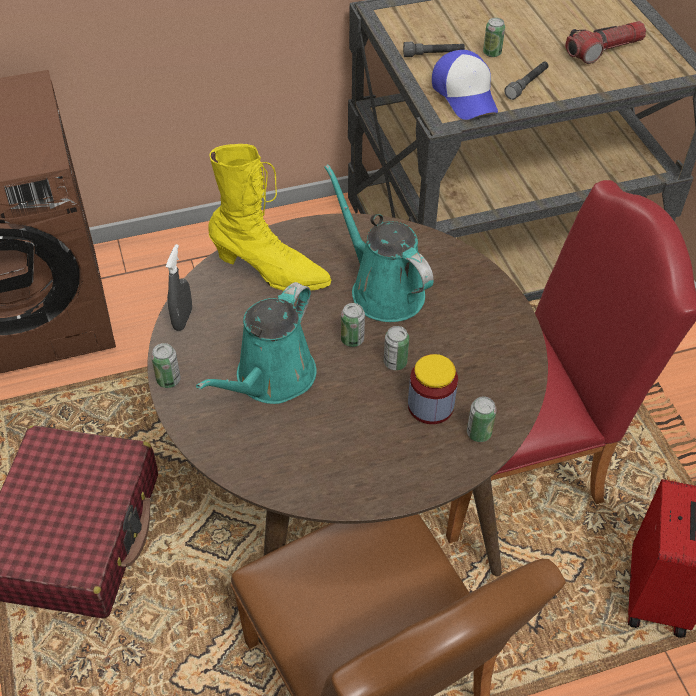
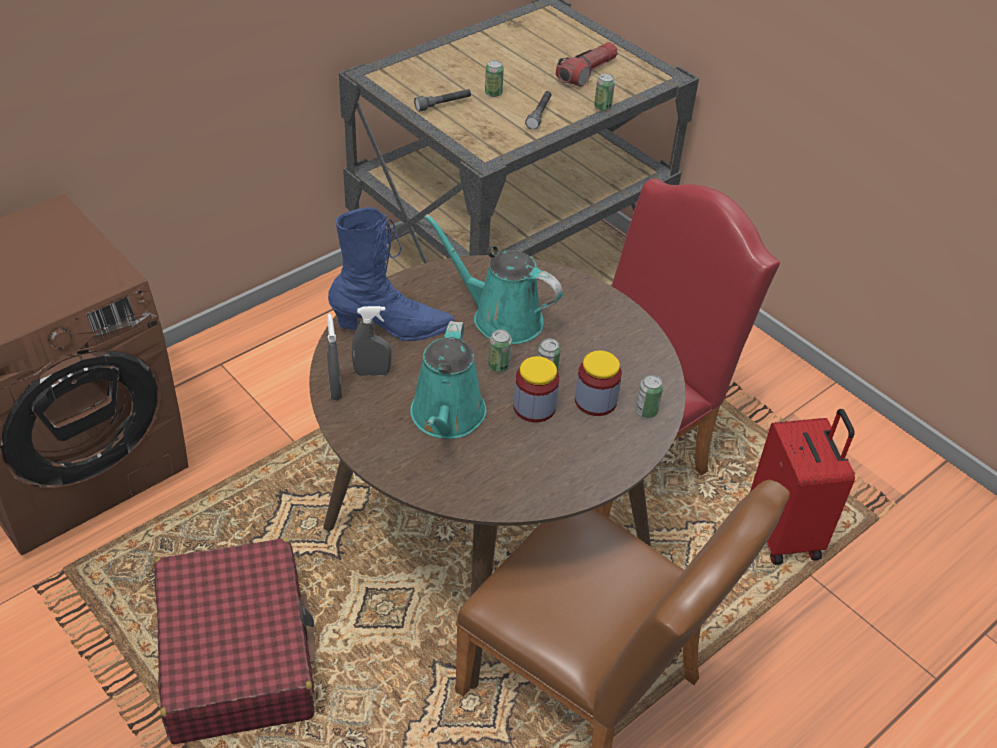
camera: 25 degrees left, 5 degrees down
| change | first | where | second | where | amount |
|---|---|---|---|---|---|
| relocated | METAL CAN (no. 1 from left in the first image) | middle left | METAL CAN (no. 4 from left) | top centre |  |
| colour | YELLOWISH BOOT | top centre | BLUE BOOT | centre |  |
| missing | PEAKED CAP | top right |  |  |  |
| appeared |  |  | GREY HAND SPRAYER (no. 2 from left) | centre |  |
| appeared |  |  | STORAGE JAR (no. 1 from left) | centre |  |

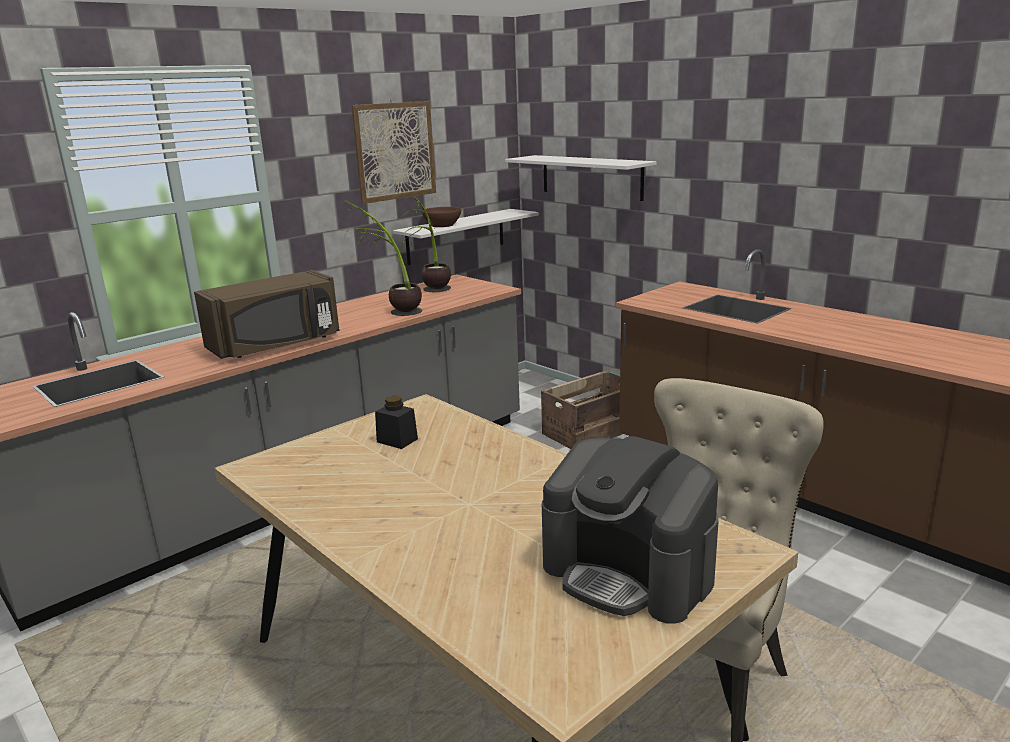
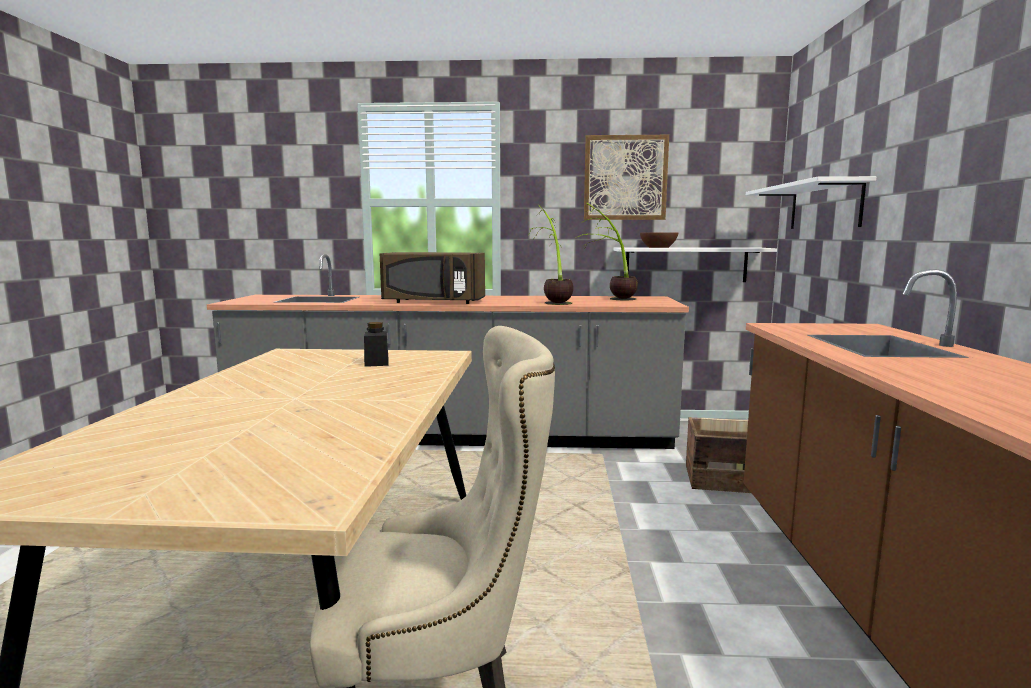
camera: 45 degrees right, 10 degrees down
| change | first | where | second | where | amount |
|---|---|---|---|---|---|
| missing | COFFEE MAKER | bottom centre |  |  |  |

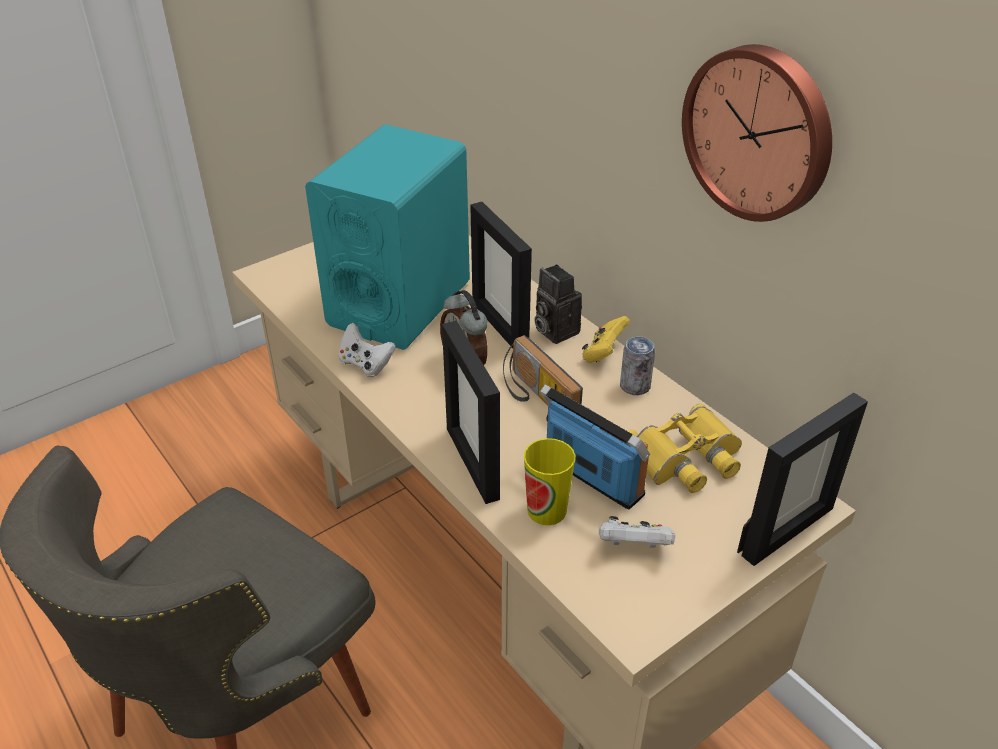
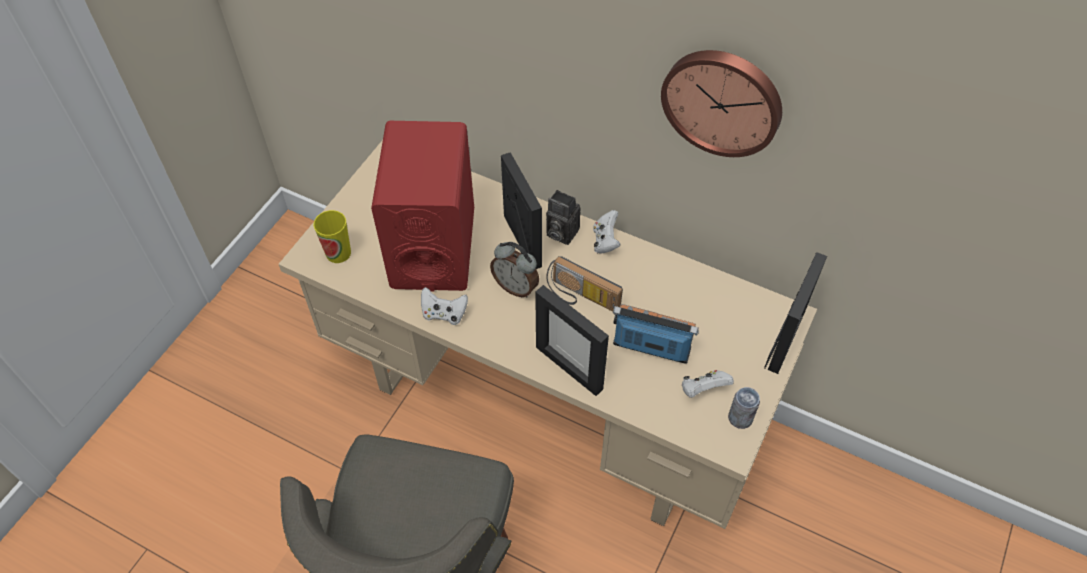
camera: 25 degrees left, 15 degrees up
| change | first | where | second | where | amount |
|---|---|---|---|---|---|
| colour | TURQUOISE-COLOURED LOUDSPEAKER | top centre | REDDISH LOUDSPEAKER | centre |  |
| spun | PICTURE FRAME (no. 2 from left in the first image) | centre | PICTURE FRAME (no. 1 from left) | centre | 150 degrees counterclockwise |
| relocated | DRINKING CUP | centre |  | middle left |  |
| colour | YELLOWISH JOYPAD | centre | WHITISH JOYPAD (no. 2 from left) | centre |  |
| relocated | METAL CAN | centre |  | bottom right |  |
| missing | YELLOWISH FIELD GLASSES | middle right |  |  |  |

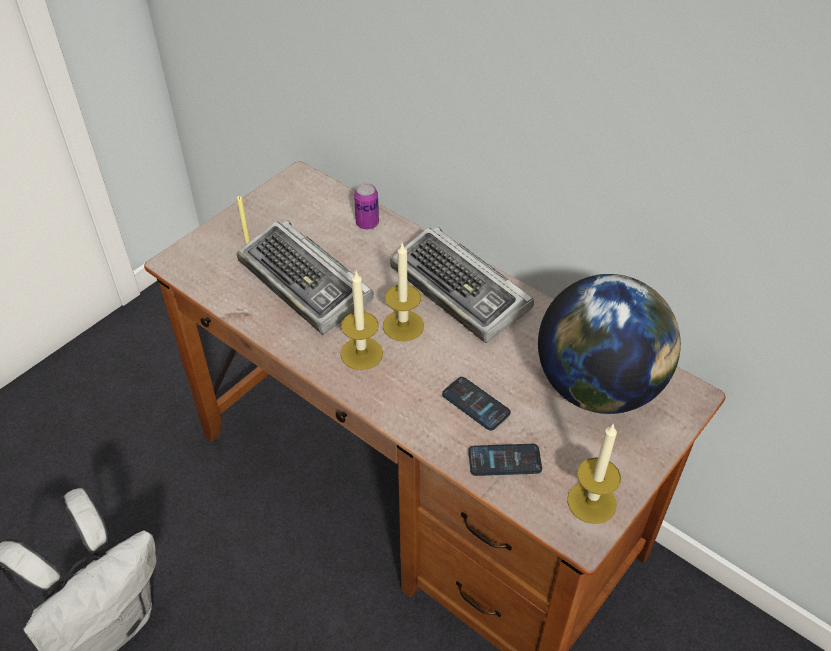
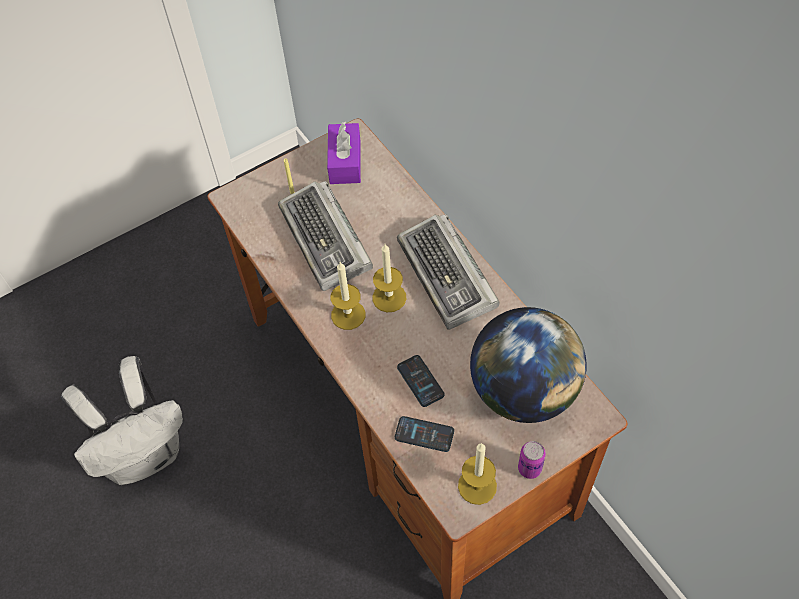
camera: 20 degrees right, 10 degrees up
| change | first | where | second | where | amount |
|---|---|---|---|---|---|
| relocated | METAL CAN | top centre |  | bottom centre |  |
| appeared |  |  | PURPLISH BOX OF TISSUES | top centre |  |

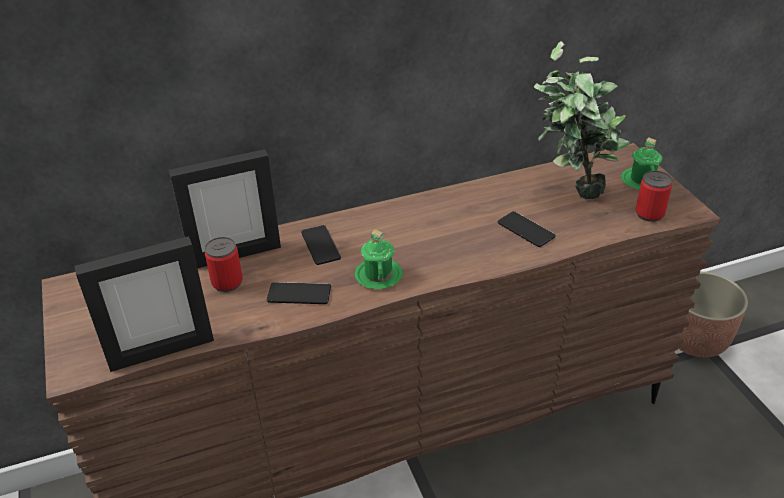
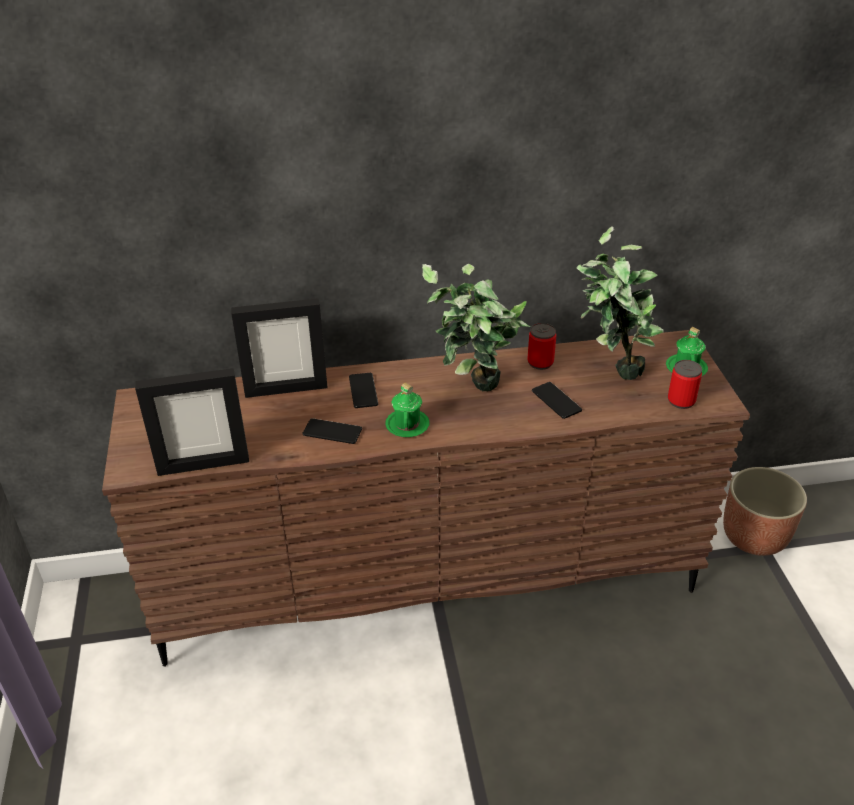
camera: 10 degrees right, 0 degrees up
| change | first | where | second | where | amount |
|---|---|---|---|---|---|
| relocated | METAL CAN (no. 1 from left) | middle left |  | centre |  |
| appeared |  |  | PLANT IN A POT (no. 1 from left) | centre |  |

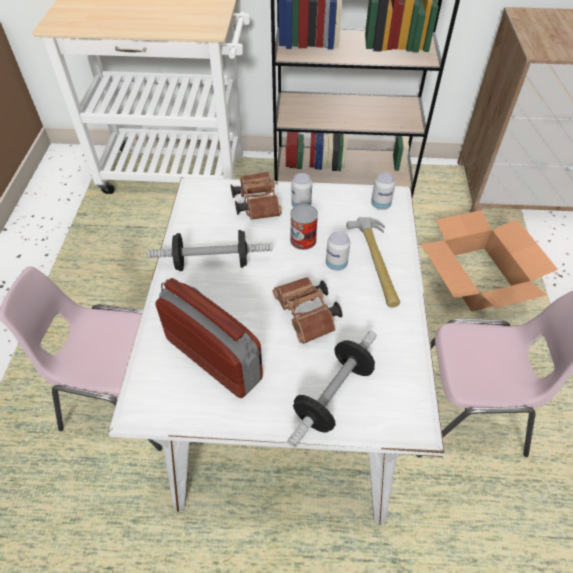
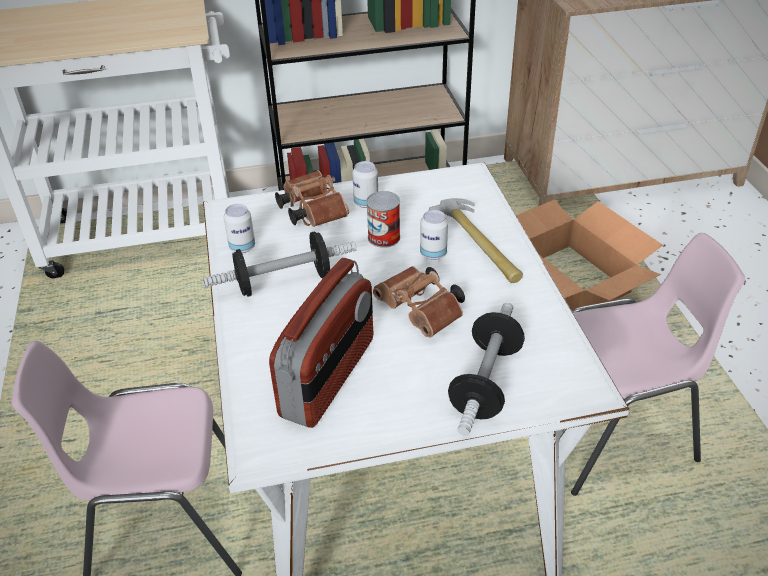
camera: 15 degrees left, 10 degrees down
| change | first | where | second | where | amount |
|---|---|---|---|---|---|
| spun | RADIO RECEIVER | centre |  | centre | 90 degrees clockwise |
| relocated | METAL CAN (no. 4 from left in the first image) | middle right | METAL CAN (no. 1 from left) | middle left |  |

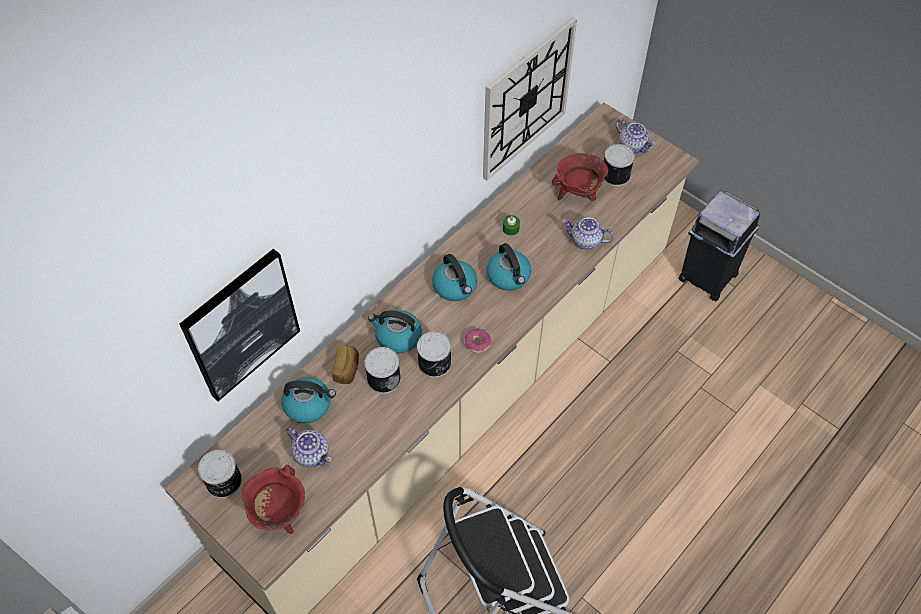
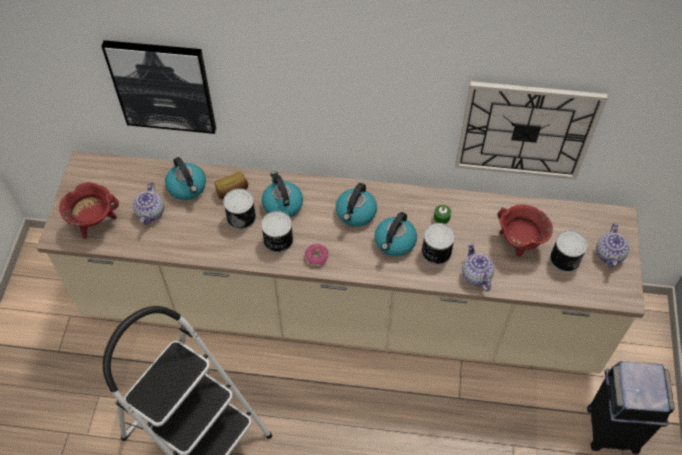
camera: 55 degrees right, 0 degrees up
| change | first | where | second | where | amount |
|---|---|---|---|---|---|
| relocated | METAL CAN (no. 1 from left in the first image) | bottom left | METAL CAN (no. 3 from left) | centre |  |

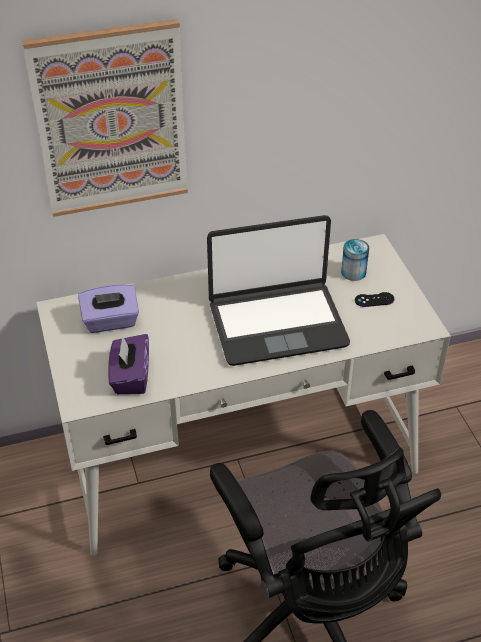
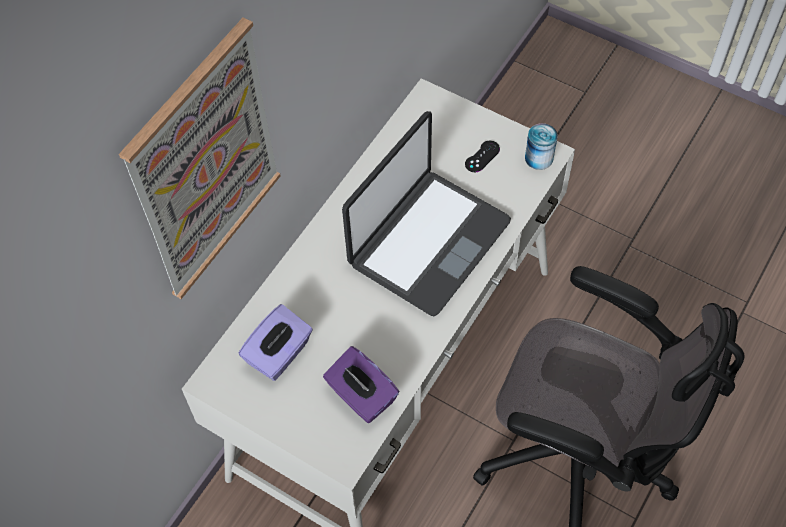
camera: 40 degrees left, 15 degrees up
| change | first | where | second | where | amount |
|---|---|---|---|---|---|
| relocated | METAL CAN | middle right |  | top right |  |

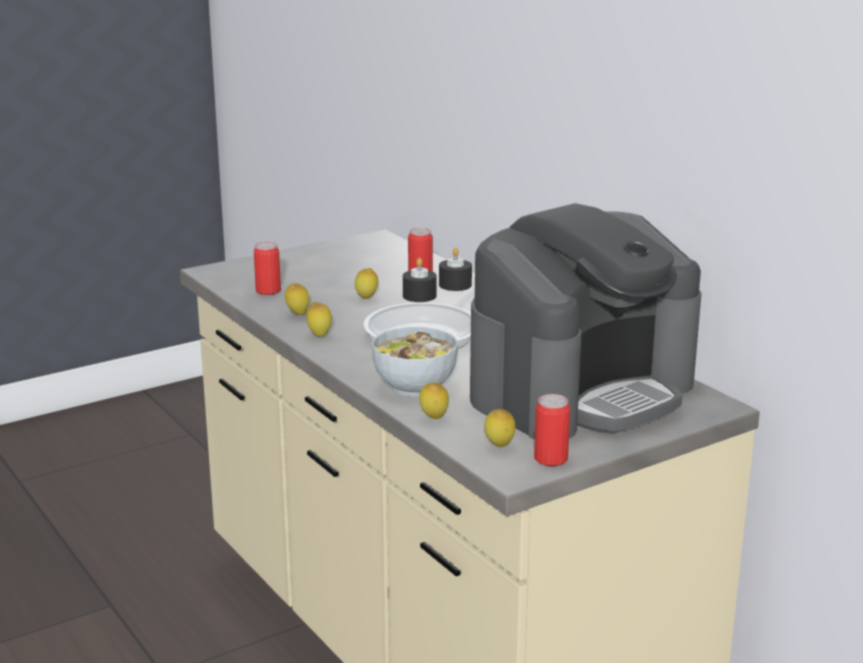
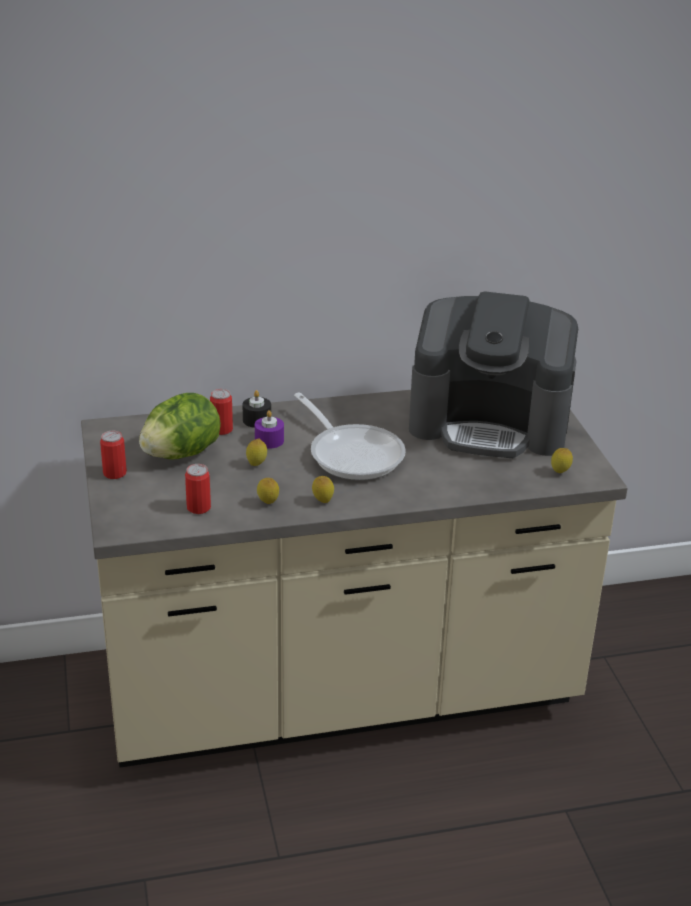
camera: 70 degrees left, 10 degrees up
| change | first | where | second | where | amount |
|---|---|---|---|---|---|
| missing | SERVING BOWL | centre |  |  |  |
| colour | BLACKISH CANDLE (no. 1 from left) | centre | PURPLISH CANDLE | centre |  |
| missing | CITRUS FRUIT (no. 4 from left) | centre |  |  |  |
| spun | COFFEE MAKER | middle right |  | middle right | 120 degrees clockwise |
| relocated | METAL CAN (no. 3 from left in the first image) | centre | METAL CAN (no. 1 from left) | middle left |  |
| appeared |  |  | LETTUCE | middle left |  |

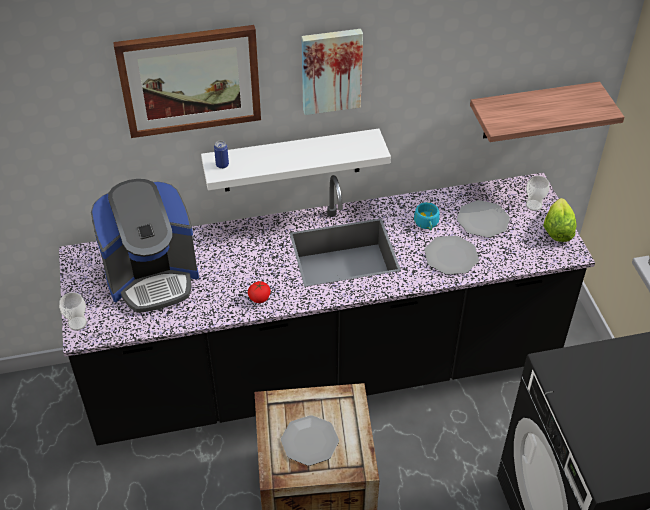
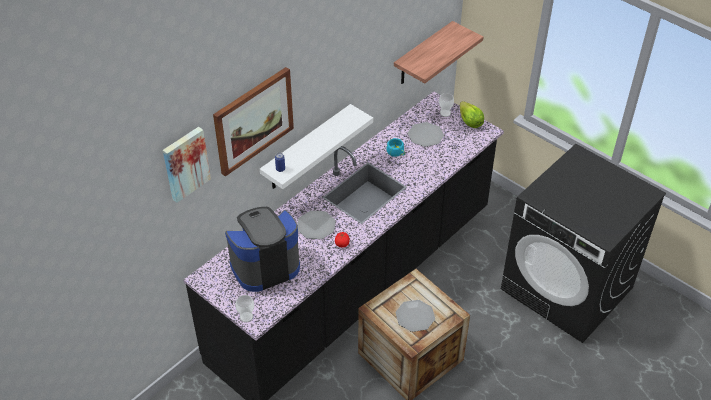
camera: 35 degrees left, 0 degrees up
| change | first | where | second | where | amount |
|---|---|---|---|---|---|
| spun | COFFEE MAKER | middle left |  | centre | 150 degrees counterclockwise |
| relocated | PICTURE (no. 2 from left in the first image) | top centre | PICTURE (no. 1 from left) | middle left |  |
| relocated | DINNER PLATE (no. 2 from left in the first image) | middle right | DINNER PLATE (no. 1 from left) | centre |  |

